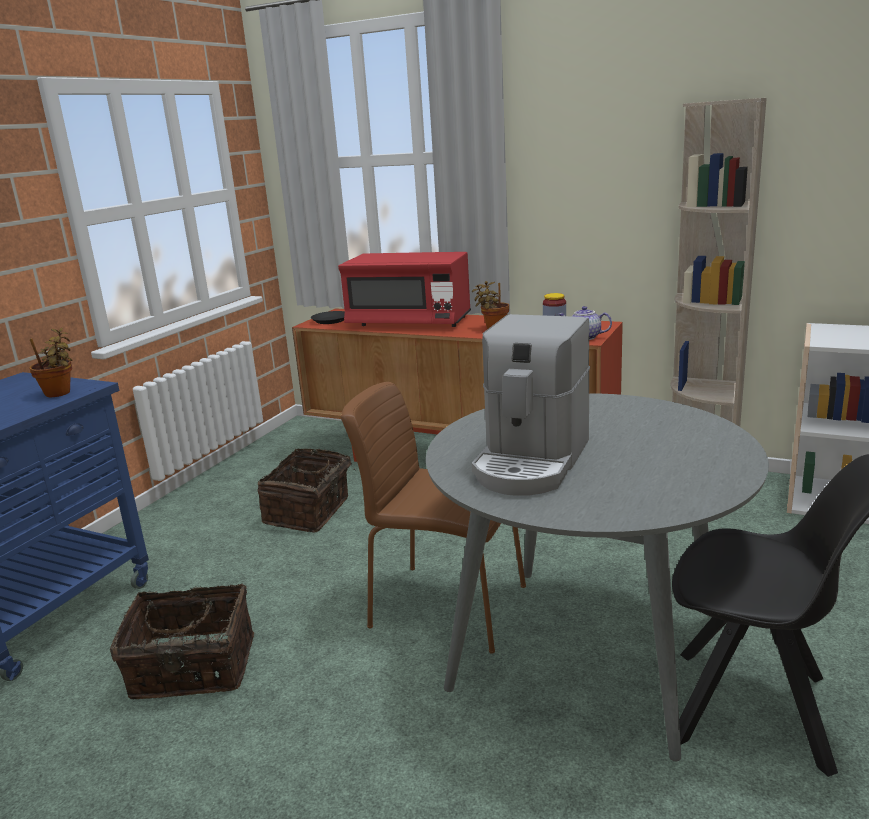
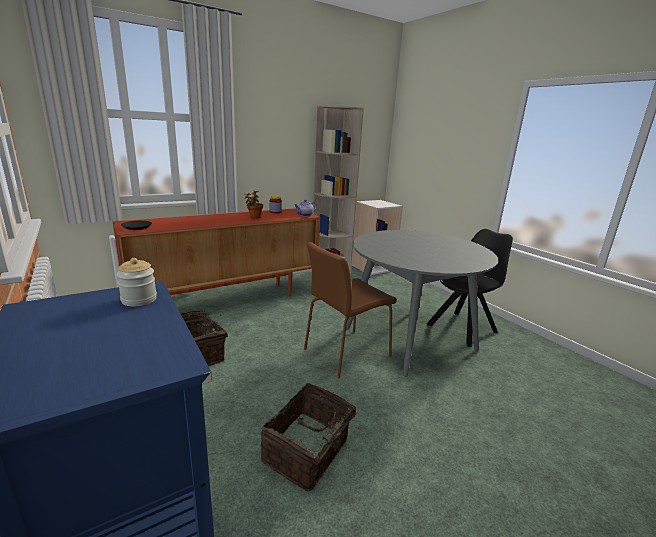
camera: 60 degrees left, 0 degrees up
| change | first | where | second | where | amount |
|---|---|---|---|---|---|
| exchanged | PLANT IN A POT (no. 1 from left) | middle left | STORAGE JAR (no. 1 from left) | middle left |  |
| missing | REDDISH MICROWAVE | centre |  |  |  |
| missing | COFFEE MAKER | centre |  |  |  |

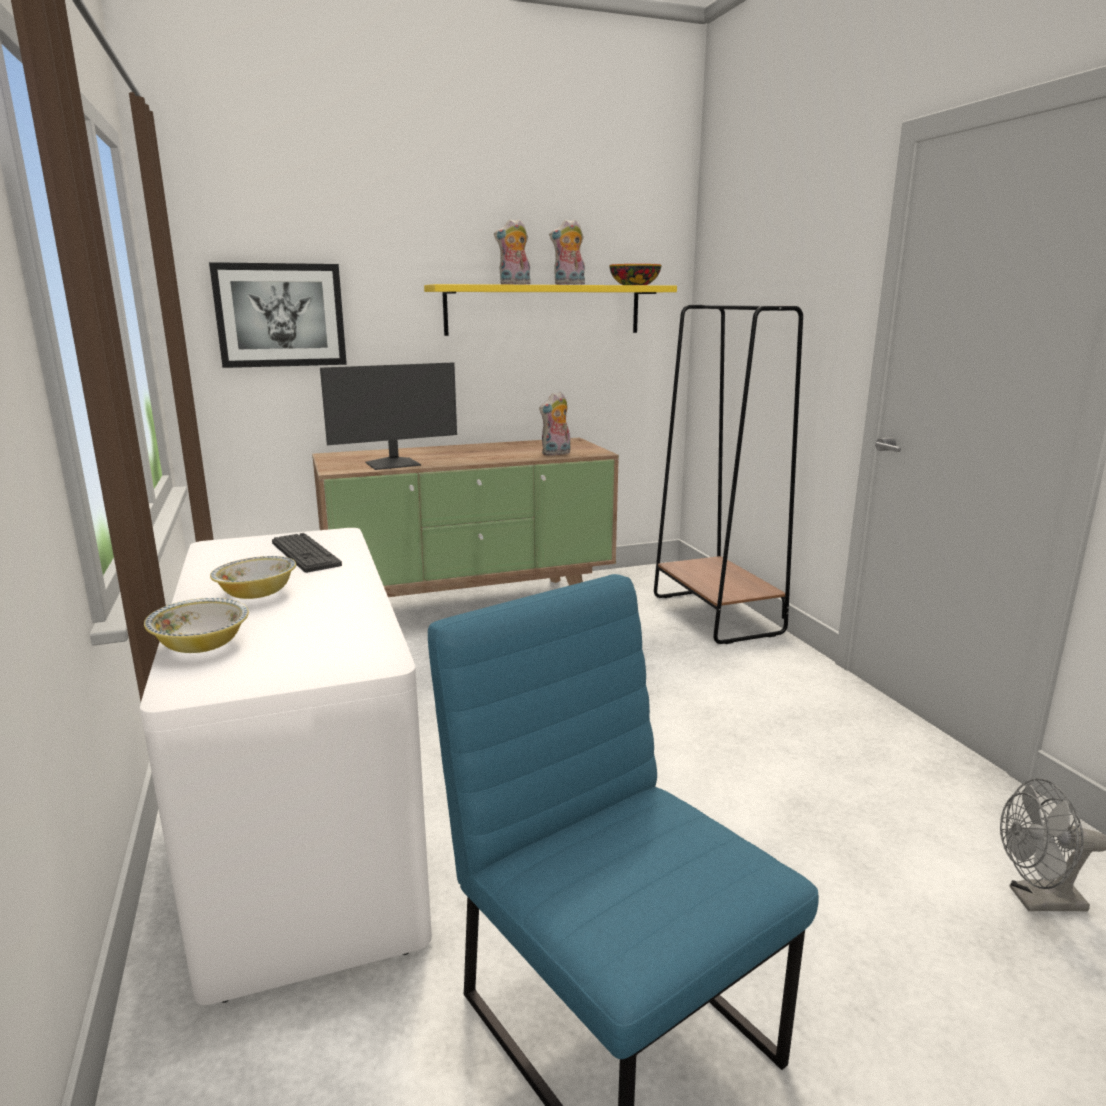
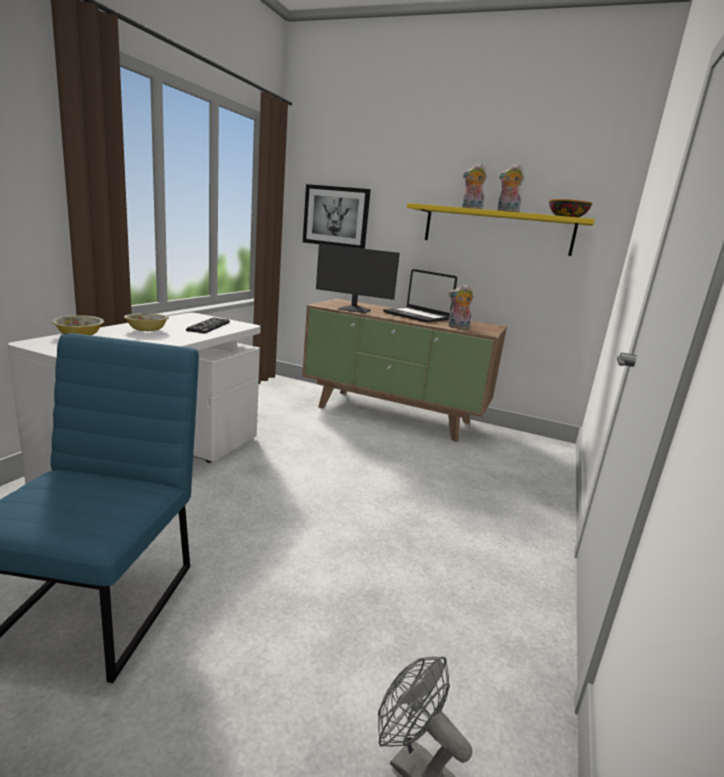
camera: 40 degrees right, 0 degrees up
| change | first | where | second | where | amount |
|---|---|---|---|---|---|
| missing | GARMENT STAND | centre |  |  |  |
| appeared |  |  | PORTABLE COMPUTER | centre |  |

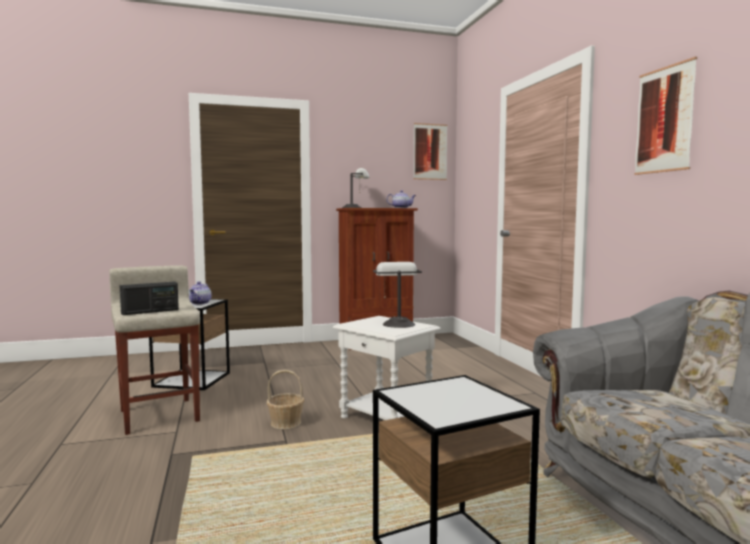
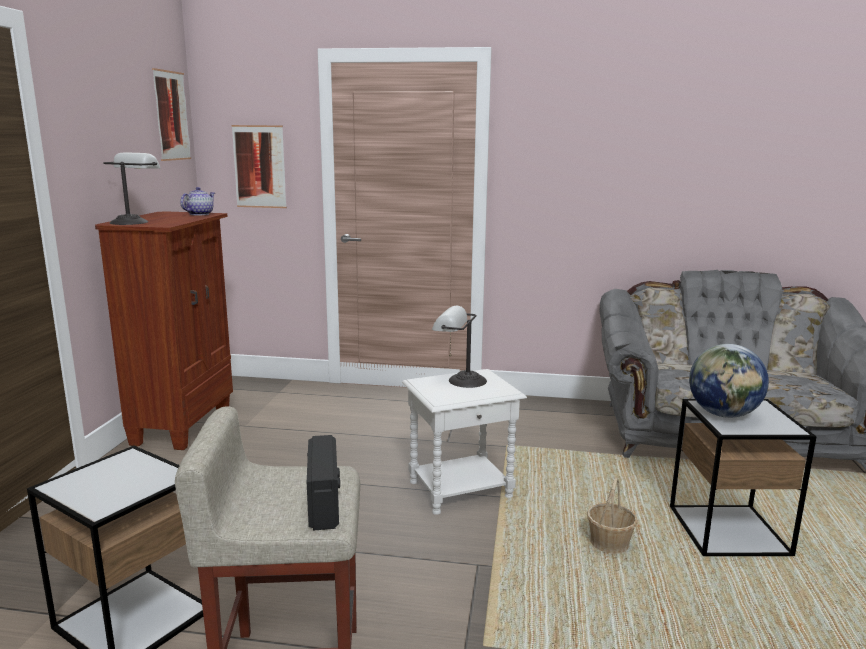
camera: 65 degrees left, 10 degrees up
| change | first | where | second | where | amount |
|---|---|---|---|---|---|
| missing | TEA POT (no. 1 from left) | middle left |  |  |  |
| relocated | STORAGE BASKET | bottom centre |  | bottom right |  |
| relocated | PICTURE (no. 2 from left) | top right |  | top left |  |
| appeared |  |  | DESK GLOBE | middle right |  |

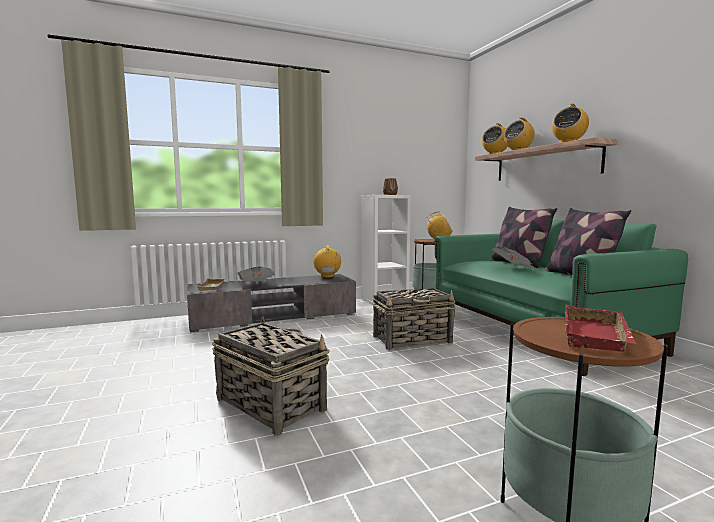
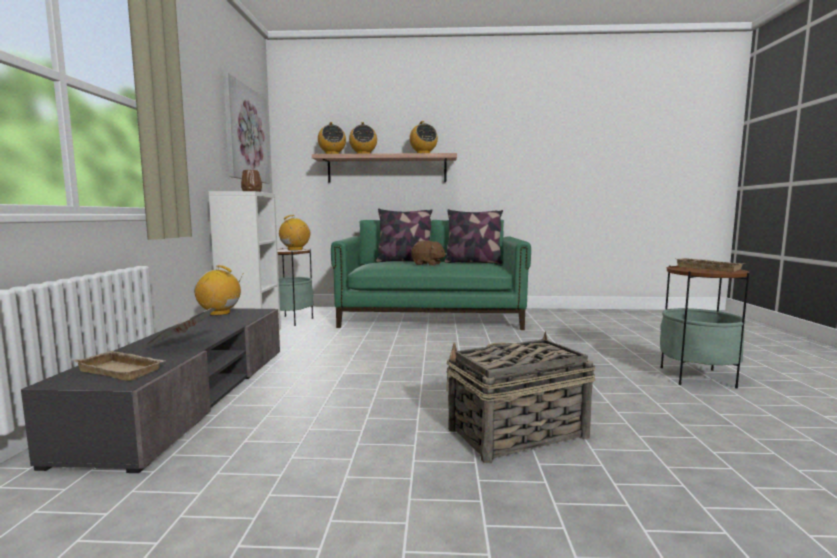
camera: 65 degrees left, 0 degrees up
| change | first | where | second | where | amount |
|---|---|---|---|---|---|
| missing | STORAGE BASKET (no. 2 from left) | centre |  |  |  |
| exchanged | PRINTED PAPER (no. 2 from left) | middle right | BROWNISH SOFT TOY | centre |  |
| colour | REDDISH TRAY | middle right | BEIGE-COLOURED TRAY (no. 2 from left) | middle right |  |
| appeared |  |  | PICTURE | top left |  |

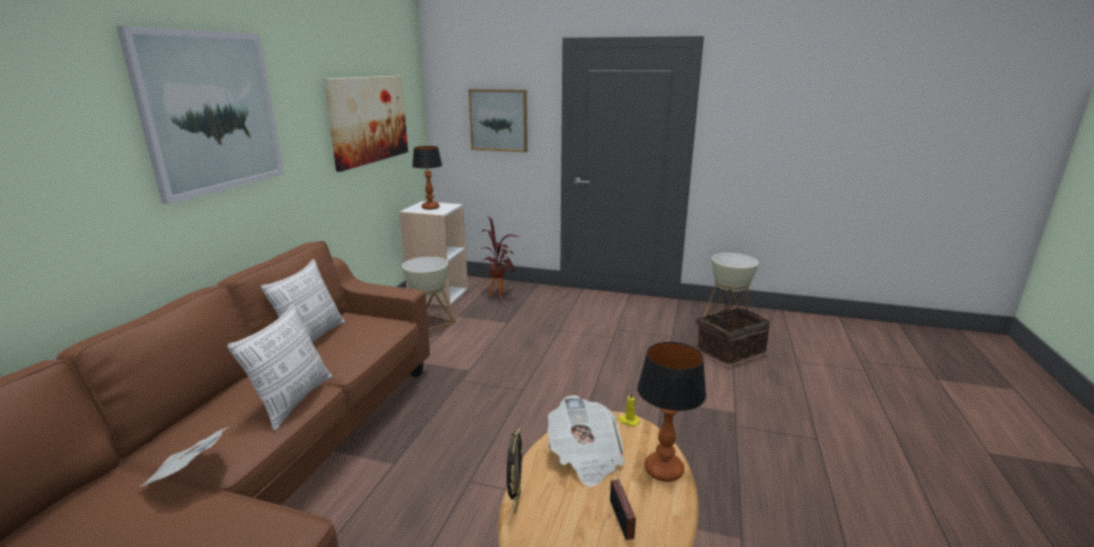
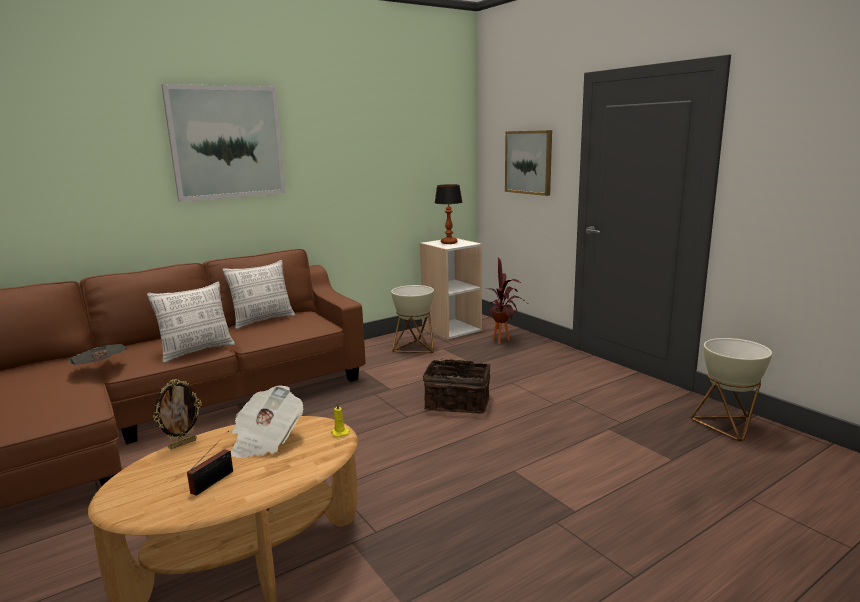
camera: 40 degrees right, 5 degrees down
| change | first | where | second | where | amount |
|---|---|---|---|---|---|
| missing | PICTURE (no. 2 from left) | top centre |  |  |  |
| missing | LAMP FOR A TABLE (no. 2 from left) | bottom centre |  |  |  |
| relocated | STORAGE BASKET | middle right |  | centre |  |

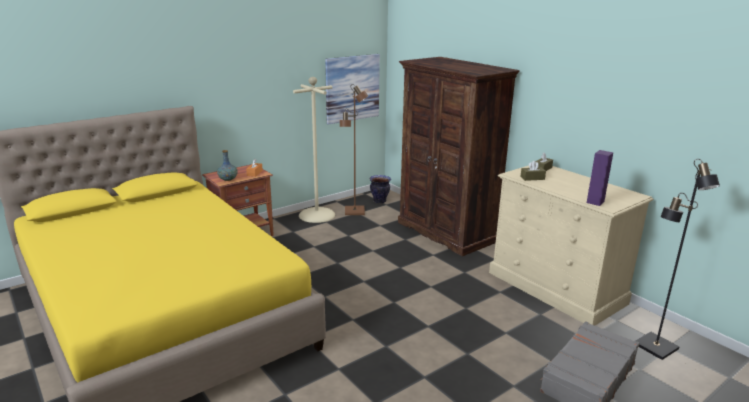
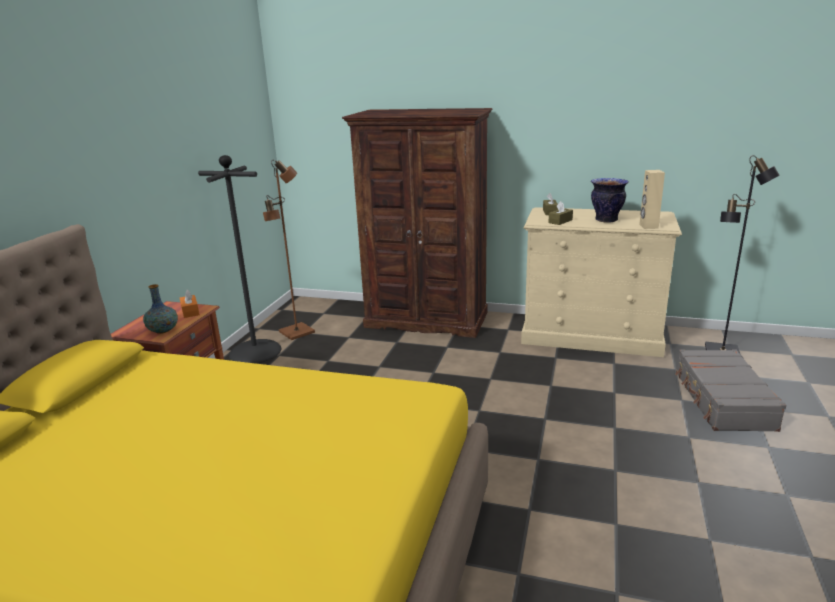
camera: 35 degrees left, 0 degrees up
| change | first | where | second | where | amount |
|---|---|---|---|---|---|
| colour | BEIGE-COLOURED GARMENT STAND | centre | BLACKISH GARMENT STAND | middle left |  |
| missing | PICTURE | top centre |  |  |  |
| relocated | FLOWER VASE (no. 2 from left) | centre |  | top right |  |
| colour | PURPLISH LOUDSPEAKER | middle right | BEIGE-COLOURED LOUDSPEAKER | top right |  |

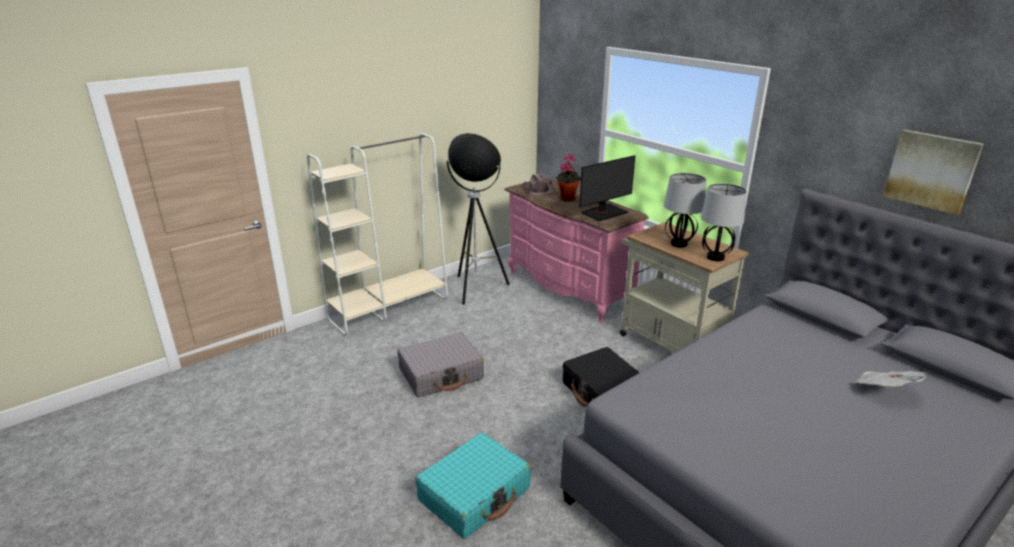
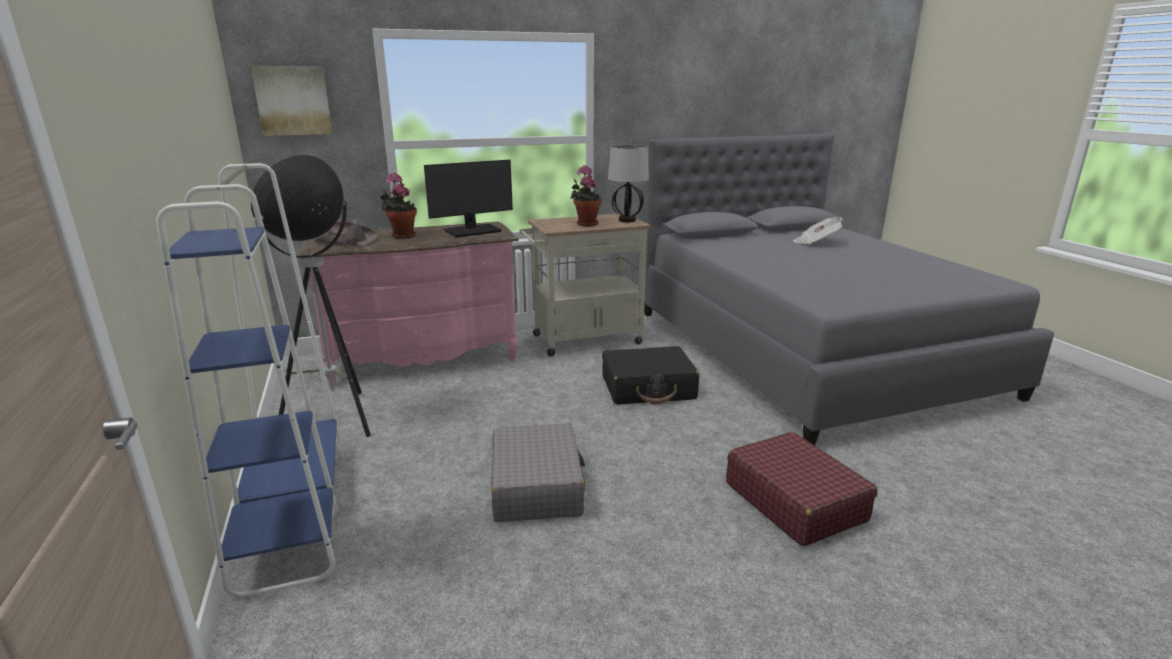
camera: 70 degrees left, 5 degrees down
| change | first | where | second | where | amount |
|---|---|---|---|---|---|
| colour | BEIGE-COLOURED GARMENT STAND | centre | BLUE GARMENT STAND | middle left |  |
| colour | TURQUOISE-COLOURED TRAVEL CASE | bottom centre | REDDISH TRAVEL CASE | bottom right |  |
| spun | MONITOR | centre |  | top centre | 75 degrees clockwise |
| exchanged | LAMP FOR A TABLE (no. 1 from left) | middle right | PLANT IN A POT (no. 2 from left) | top centre |  |
| relocated | PICTURE | top right |  | top left |  |

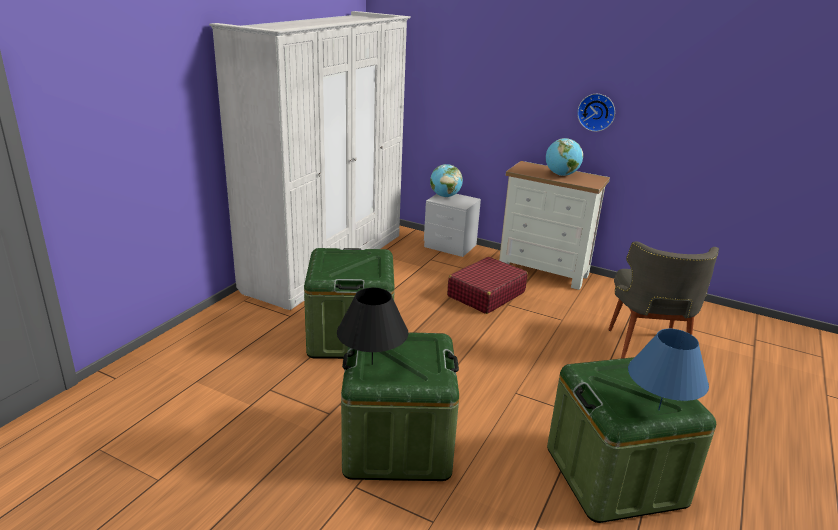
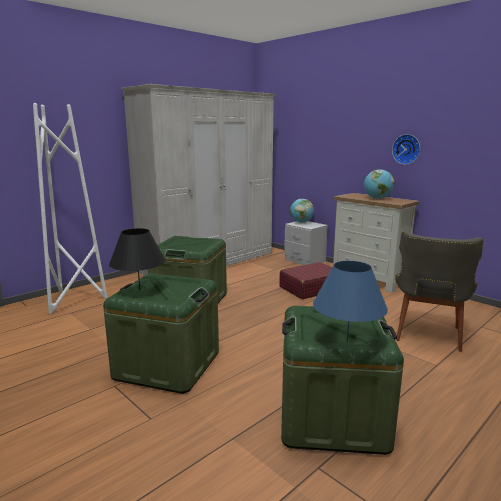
camera: 20 degrees right, 10 degrees down
| change | first | where | second | where | amount |
|---|---|---|---|---|---|
| appeared |  |  | WHITISH GARMENT STAND | middle left |  |

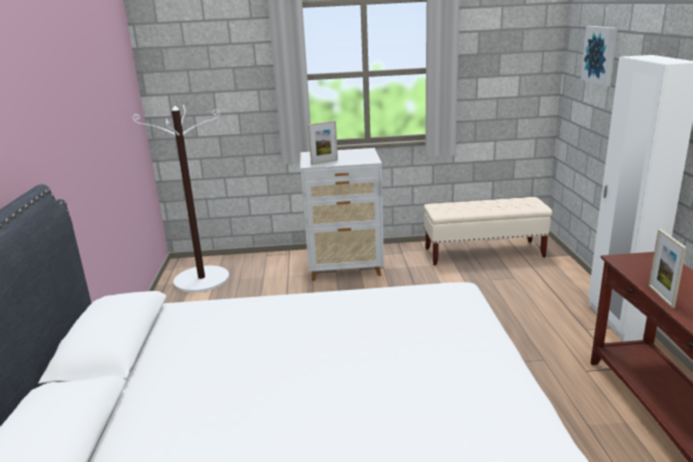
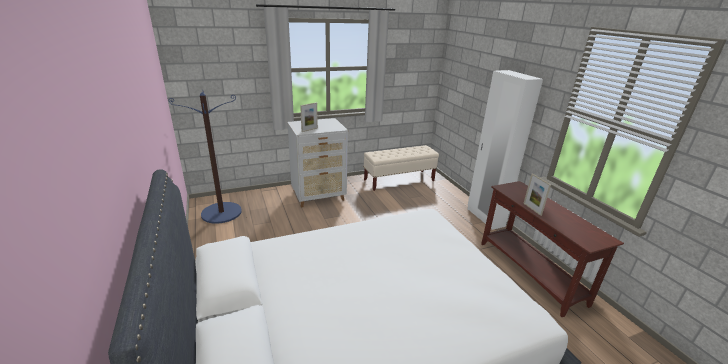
camera: 20 degrees left, 5 degrees up
| change | first | where | second | where | amount |
|---|---|---|---|---|---|
| colour | WHITISH GARMENT STAND | middle left | BLUE GARMENT STAND | middle left |  |
| missing | PICTURE | top right |  |  |  |

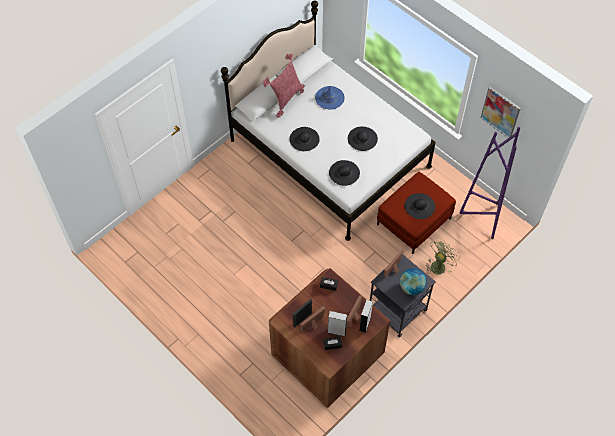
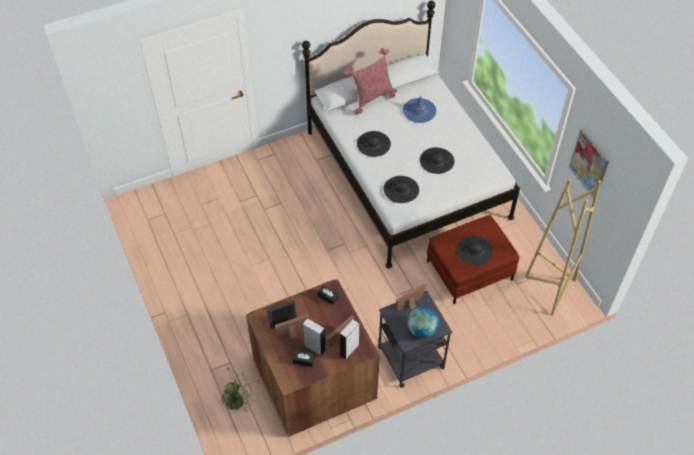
camera: 20 degrees right, 5 degrees down
| change | first | where | second | where | amount |
|---|---|---|---|---|---|
| relocated | GREEN-COLOURED ELECTRIC FAN | middle right |  | bottom centre |  |
| colour | PURPLISH GARMENT STAND | middle right | YELLOWISH GARMENT STAND | middle right |  |

